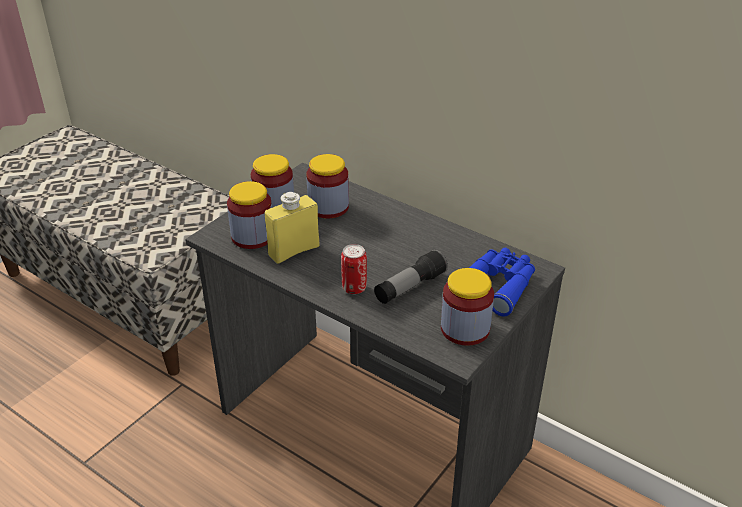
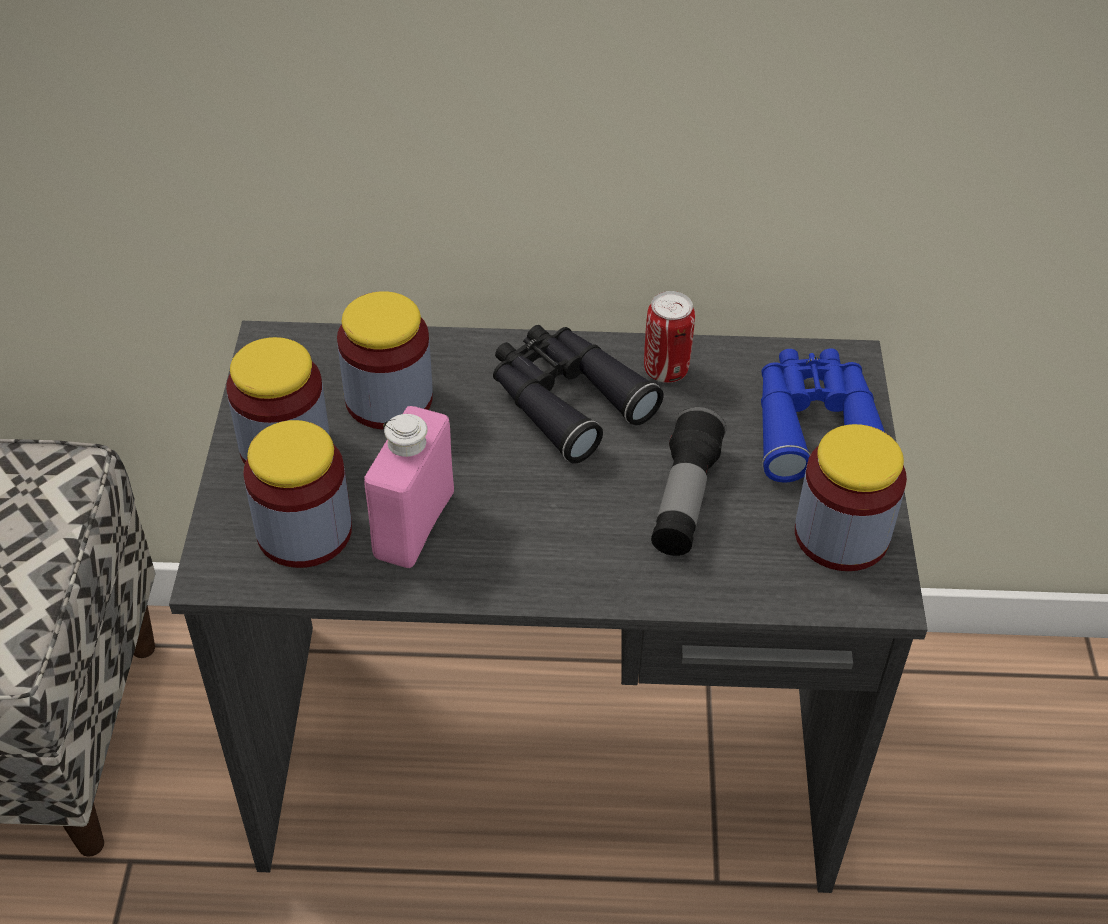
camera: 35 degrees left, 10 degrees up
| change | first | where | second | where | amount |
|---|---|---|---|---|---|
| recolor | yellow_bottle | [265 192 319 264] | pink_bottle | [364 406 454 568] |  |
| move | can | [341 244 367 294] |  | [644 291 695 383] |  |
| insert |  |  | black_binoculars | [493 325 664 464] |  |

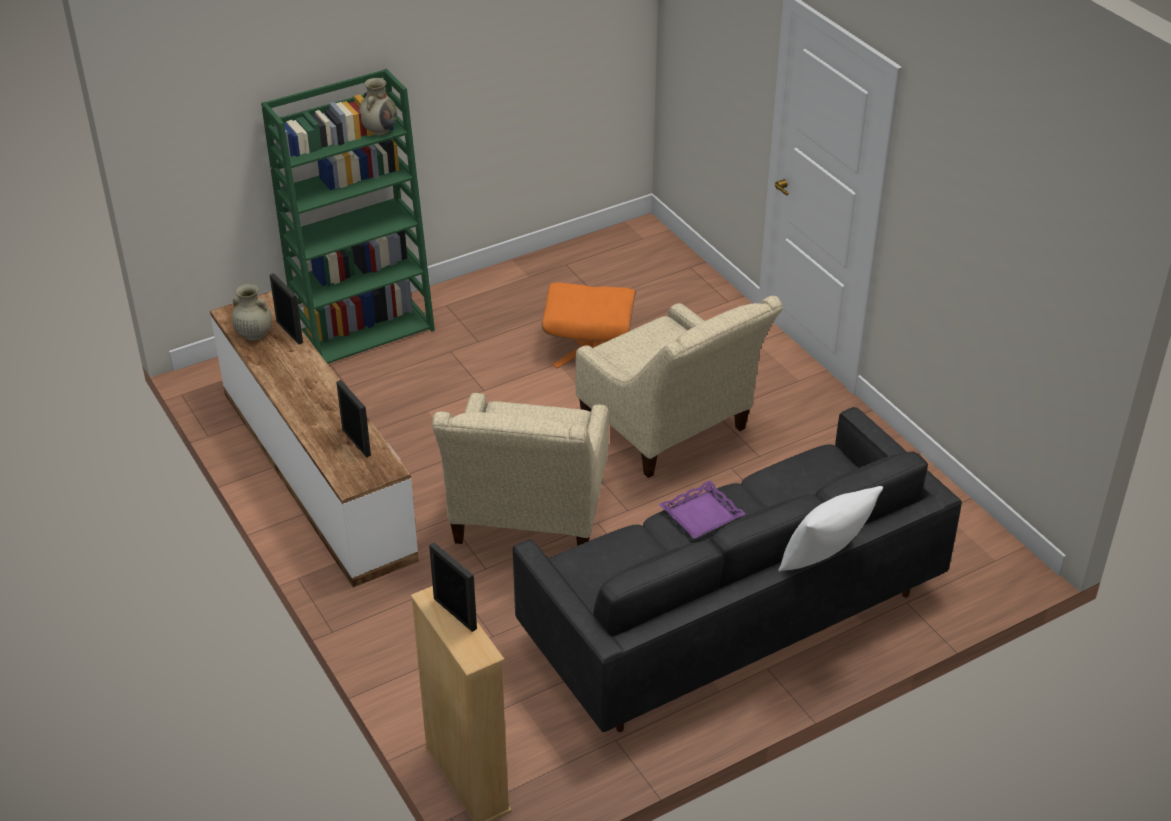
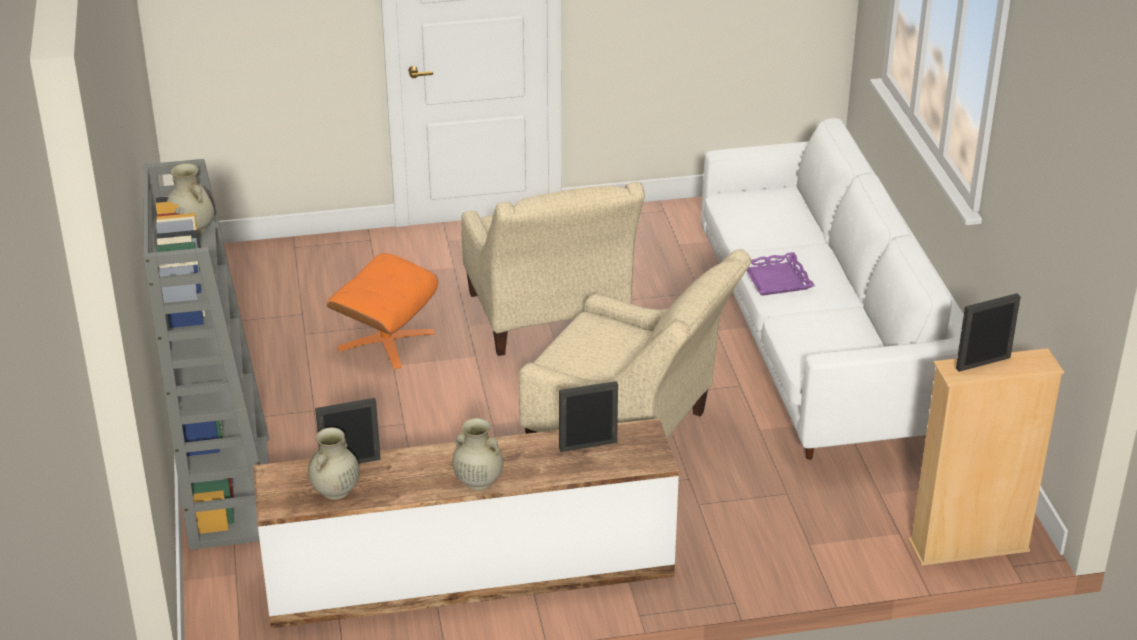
camera: 70 degrees left, 5 degrees down
| change | first | where | second | where | amount |
|---|---|---|---|---|---|
| recolor | green_bookcase | [261 69 435 364] | grey_bookcase | [143 159 269 550] |  |
| rotate | beige_armchair | [576 296 783 478] |  | [461 182 645 356] | 90 degrees clockwise |
| recolor | black_sofa | [513 407 962 732] | white_sofa | [701 118 964 459] |  |
| delete | white_pillow | [778 486 883 572] |  |  |  |
| insert |  |  | beige_vase | [452 418 503 491] |  |

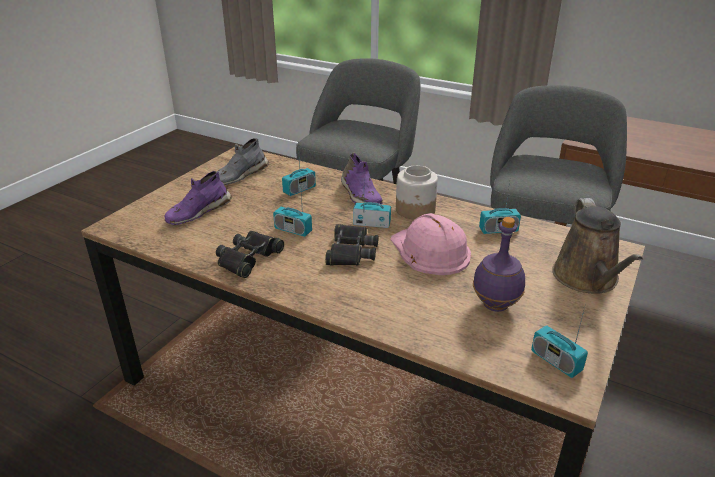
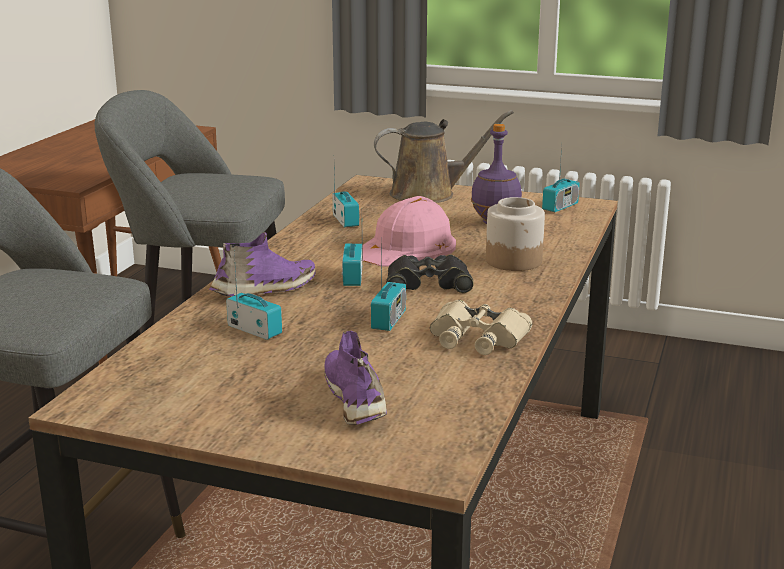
camera: 100 degrees left, 10 degrees down
| change | first | where | second | where | amount |
|---|---|---|---|---|---|
| delete | grey_shoe | [218 138 269 185] |  |  |  |
| move | jar | [396 165 438 220] |  | [486 197 545 271] |  |
| rotate | purple_shoe | [164 171 232 225] |  | [324 331 387 425] | 135 degrees counterclockwise |
| recolor | black_binoculars | [216 231 284 278] | beige_binoculars | [430 300 532 355] |  |

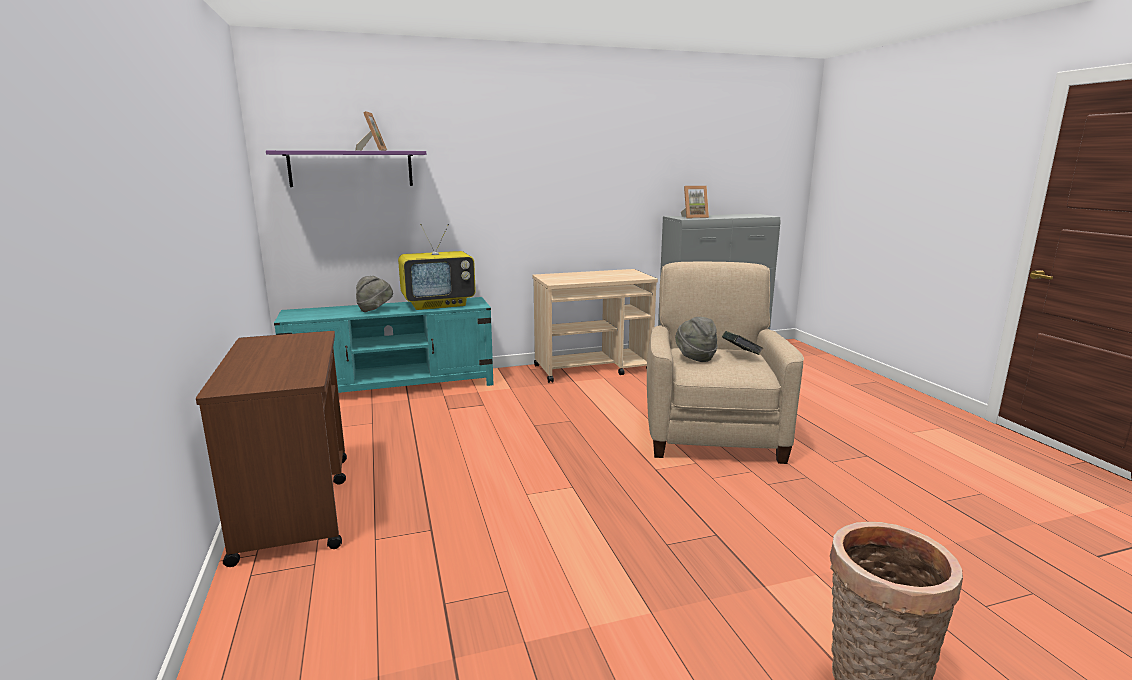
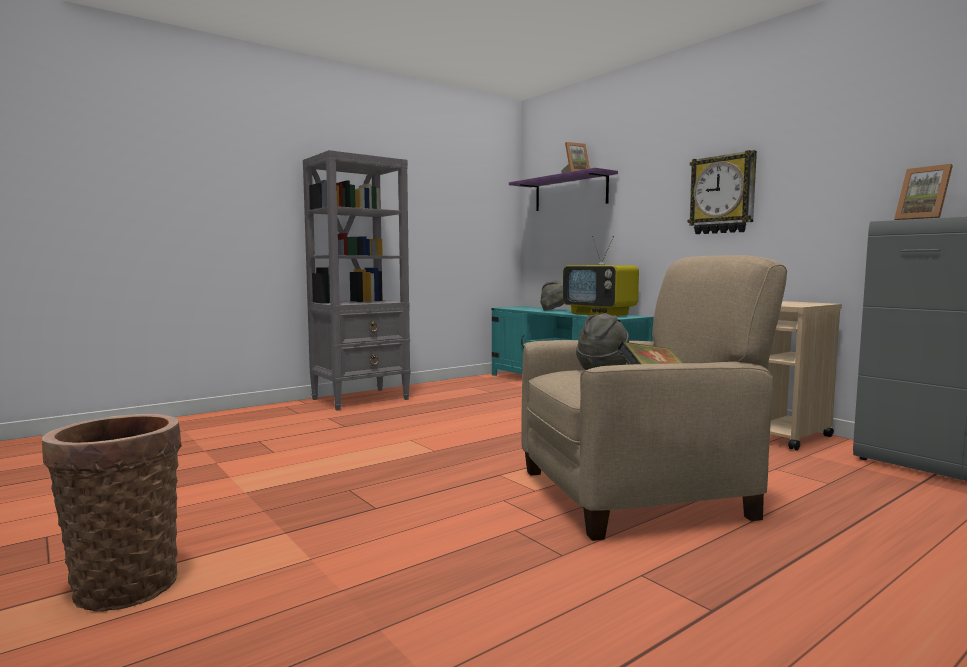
camera: 70 degrees right, 10 degrees down
| change | first | where | second | where | amount |
|---|---|---|---|---|---|
| replace | brown_cart | [196 331 347 567] | grey_bookcase | [303 150 411 411] |  |
| insert |  |  | wall_clock | [688 150 757 234] |  |

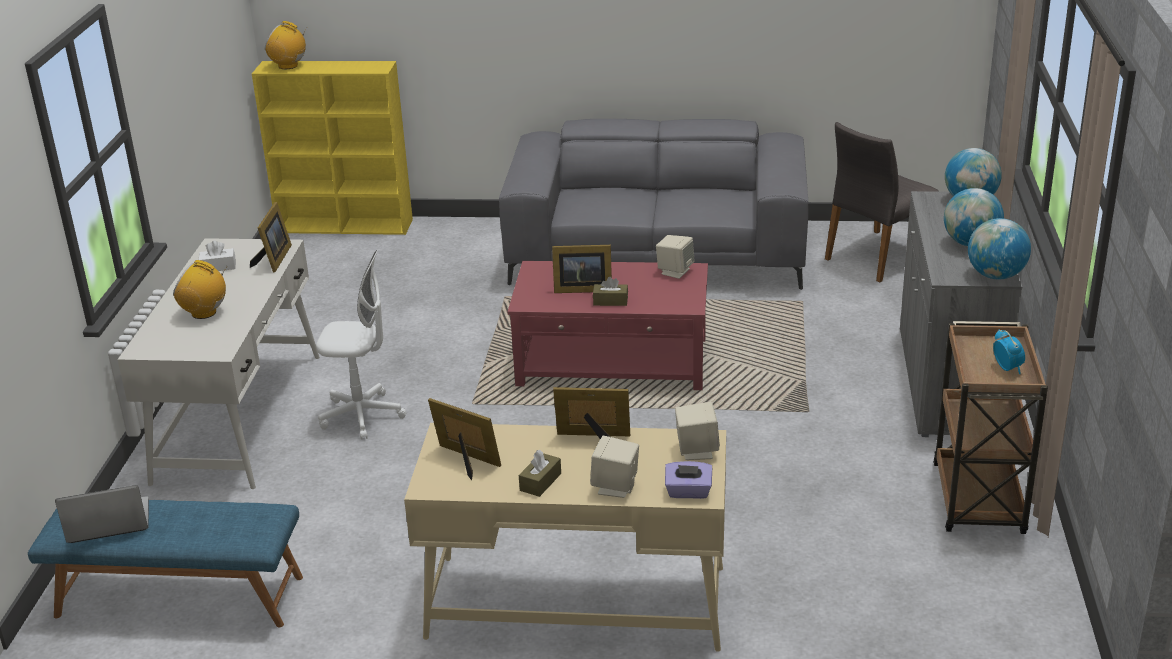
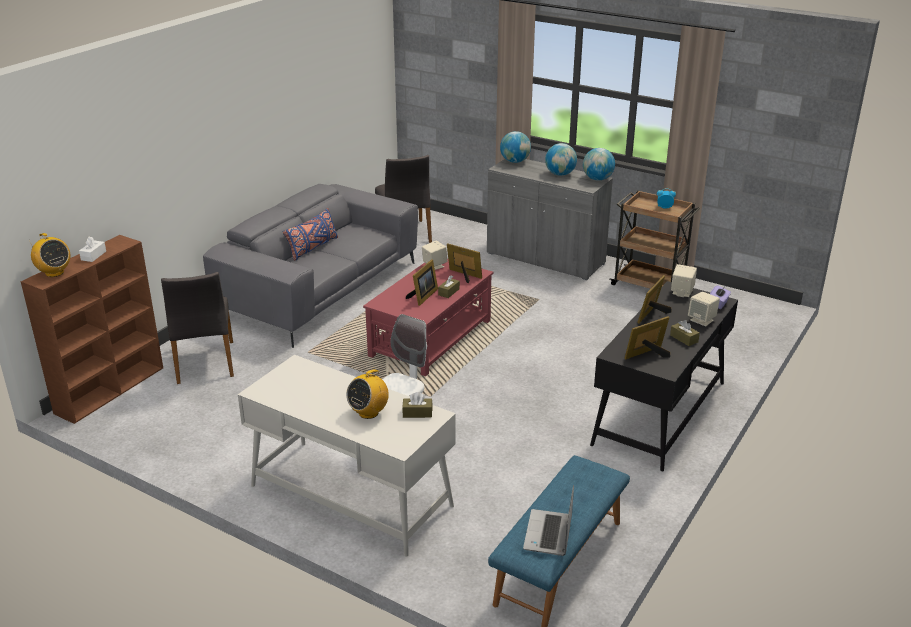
camera: 65 degrees left, 0 degrees up
| change | first | where | second | where | amount |
|---|---|---|---|---|---|
| rotate | radio | [265 21 307 69] |  | [29 233 70 277] | 90 degrees counterclockwise |
| recolor | yellow_bookcase | [252 61 413 235] | brown_bookcase | [21 235 163 424] |  |
| move | picture_frame | [250 202 292 273] |  | [447 243 482 284] |  |
| move | white_tissue_box | [199 240 236 271] |  | [79 236 106 262] |  |
| recolor | beige_desk | [404 423 726 652] | black_desk | [590 281 738 471] |  |
| insert |  |  | blue_pillow | [283 208 338 261] |  |
| insert |  |  | grey_chair | [161 272 234 384] |  |
| insert |  |  | brown_tissue_box | [402 392 433 418] |  |

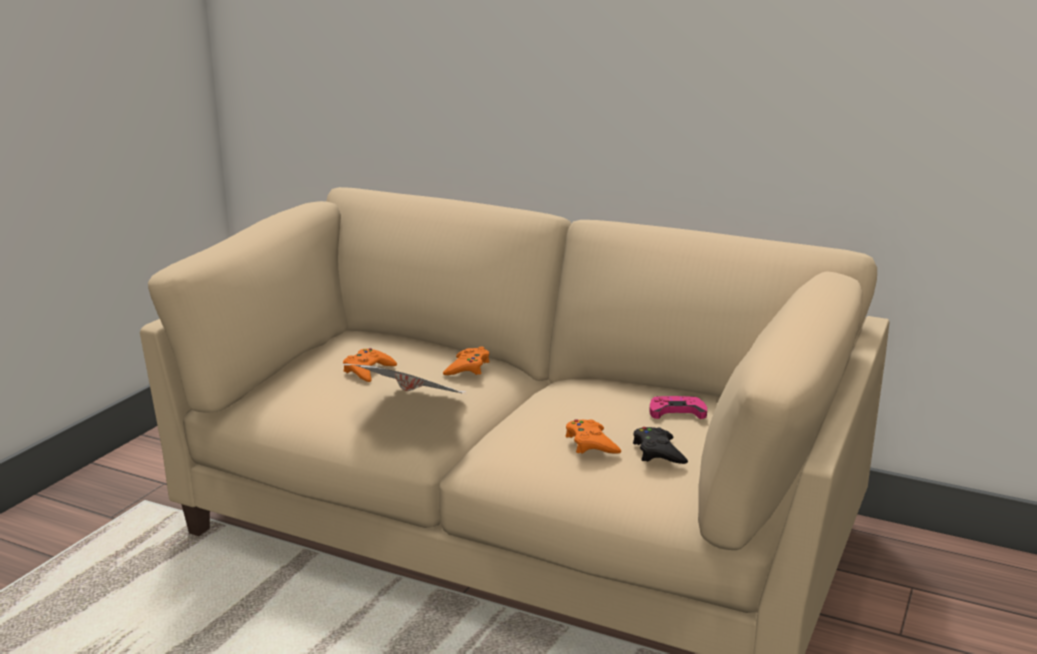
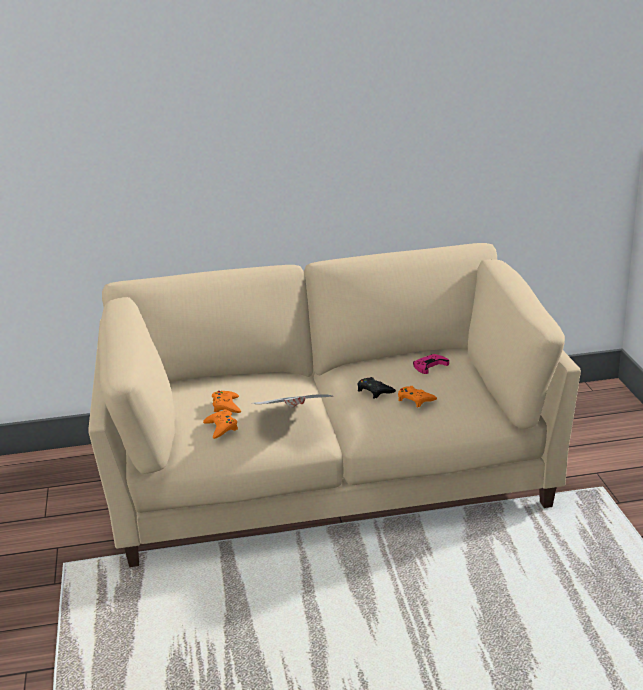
camera: 35 degrees left, 5 degrees up
| change | first | where | second | where | amount |
|---|---|---|---|---|---|
| move | orange_game_controller | [443 347 490 375] |  | [203 409 238 439] |  |
| move | black_game_controller | [633 427 688 464] |  | [358 377 396 399] |  |

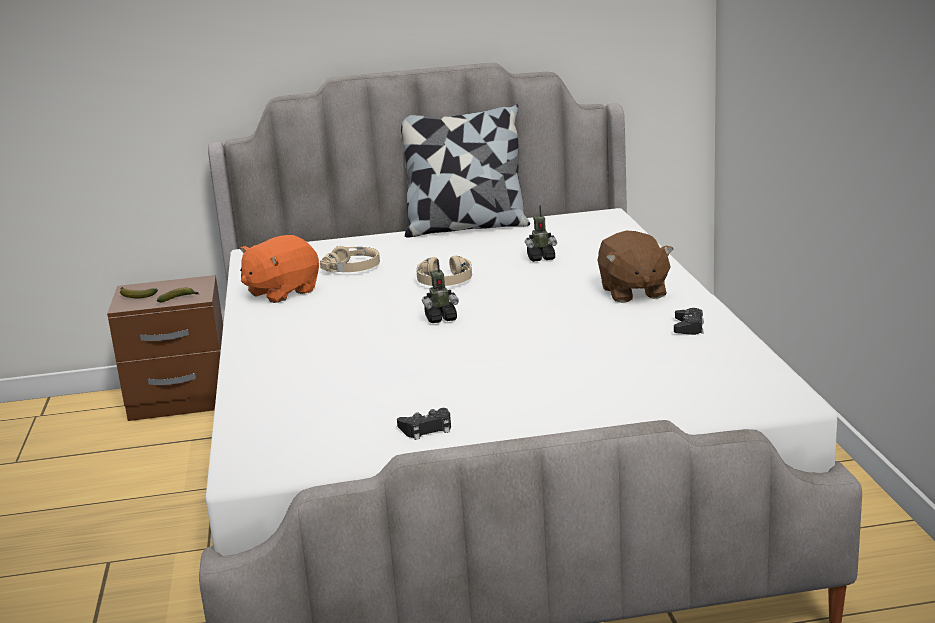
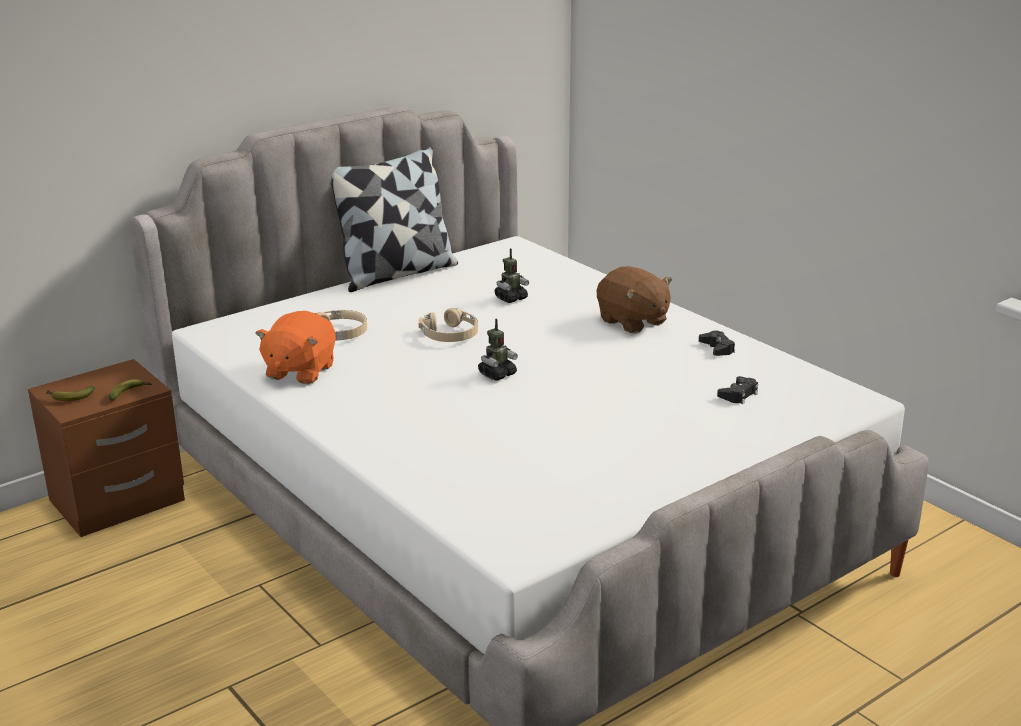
camera: 30 degrees left, 5 degrees up
| change | first | where | second | where | amount |
|---|---|---|---|---|---|
| move | black_game_controller | [397 408 451 440] |  | [717 376 758 404] |  |

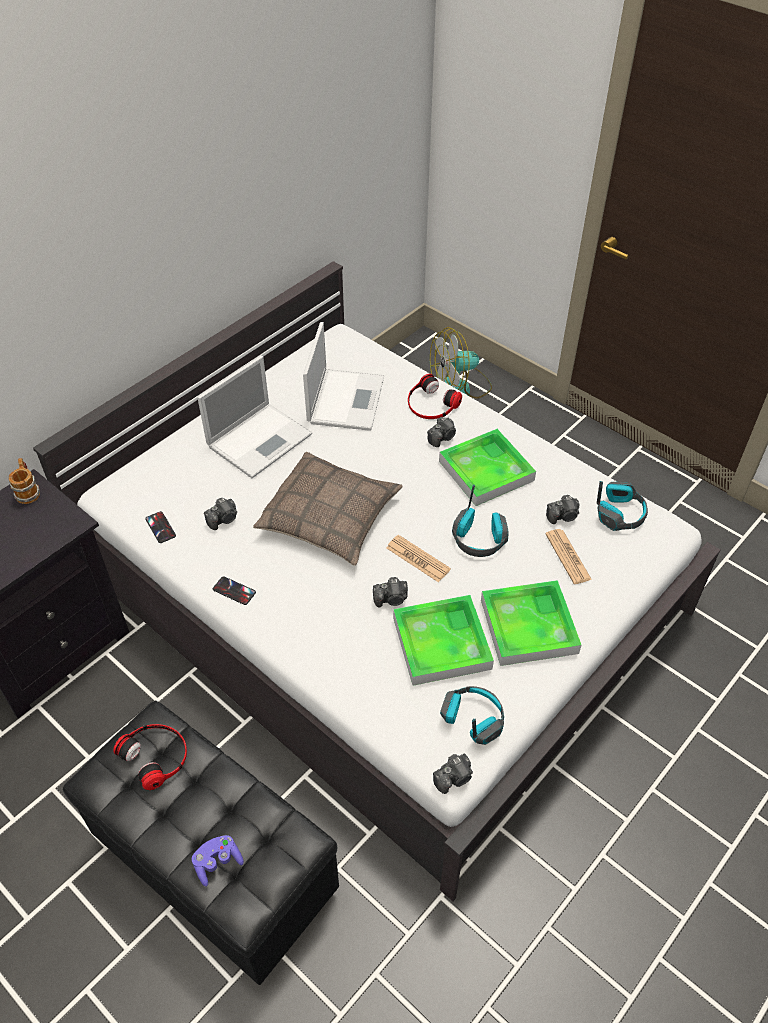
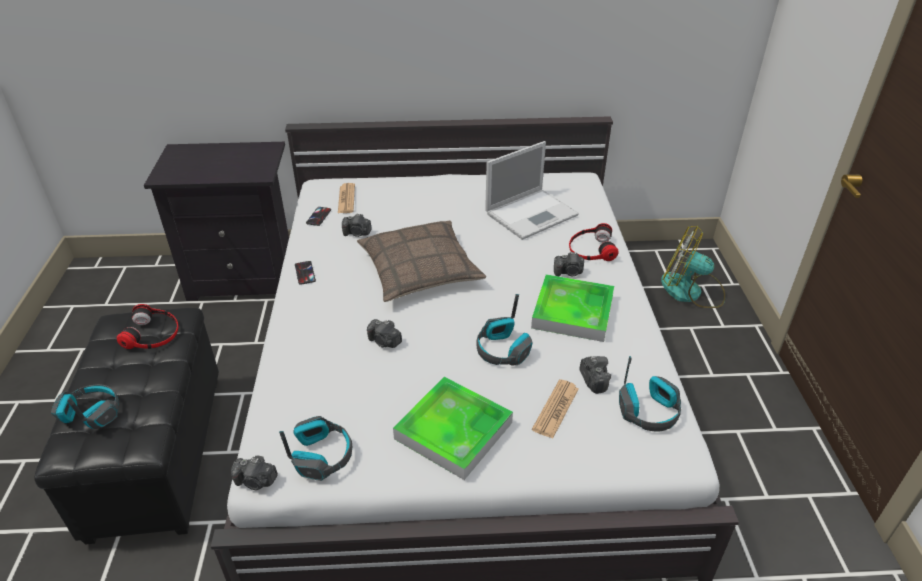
camera: 45 degrees right, 10 degrees down
| change | first | where | second | where | amount |
|---|---|---|---|---|---|
| delete | laptop | [197 356 312 478] |  |  |  |
| delete | mug | [9 458 40 504] |  |  |  |
| rotate | photo_camera | [546 495 580 524] |  | [579 356 611 394] | 135 degrees counterclockwise |
| move | newspaper | [386 535 451 582] |  | [338 183 355 213] |  |
| delete | tray | [393 595 494 686] |  |  |  |
| replace | purple_game_controller | [192 835 244 887] | headphones | [51 384 119 429] |  |

